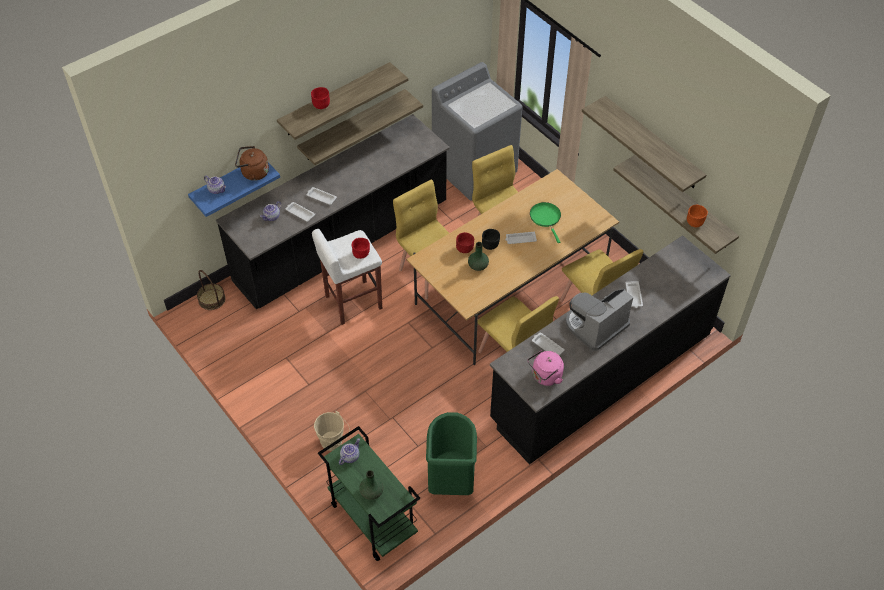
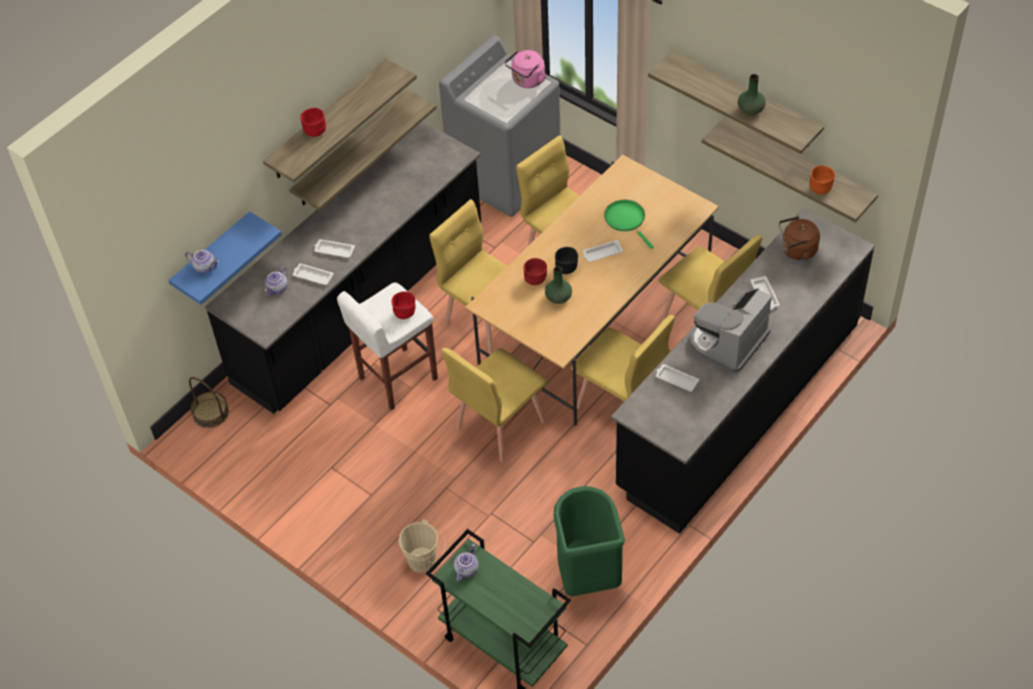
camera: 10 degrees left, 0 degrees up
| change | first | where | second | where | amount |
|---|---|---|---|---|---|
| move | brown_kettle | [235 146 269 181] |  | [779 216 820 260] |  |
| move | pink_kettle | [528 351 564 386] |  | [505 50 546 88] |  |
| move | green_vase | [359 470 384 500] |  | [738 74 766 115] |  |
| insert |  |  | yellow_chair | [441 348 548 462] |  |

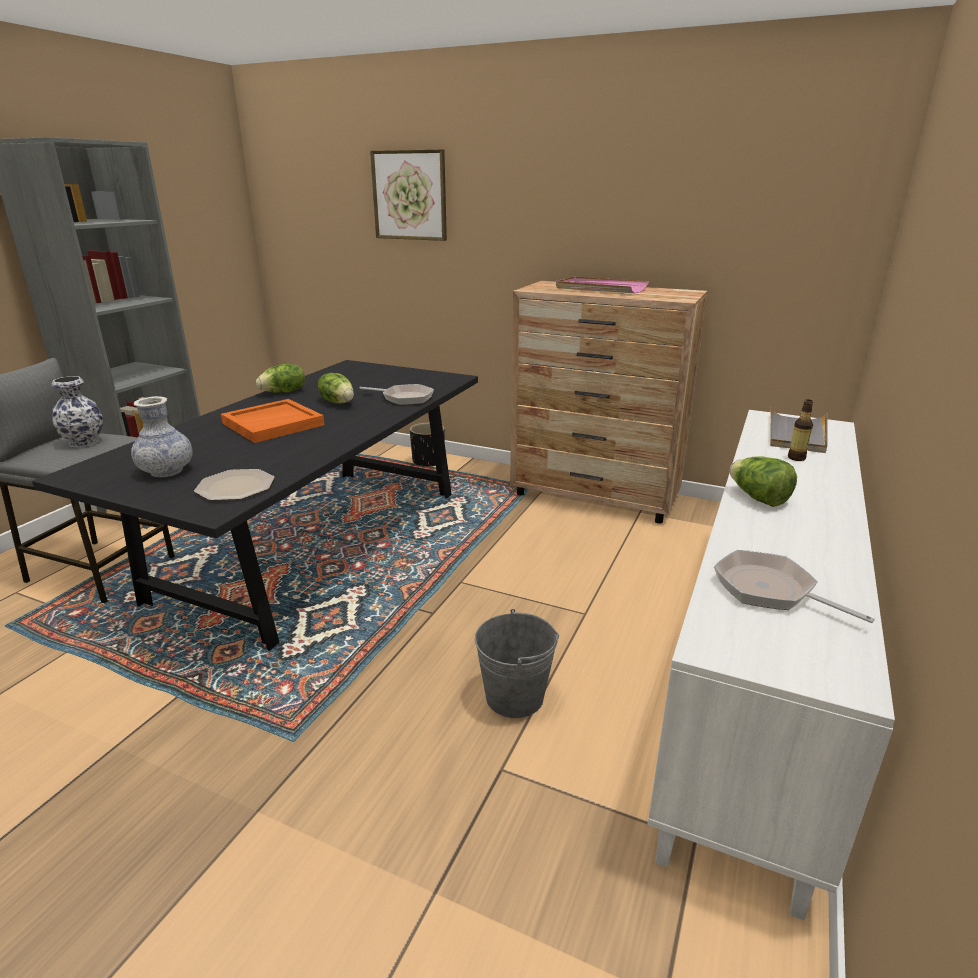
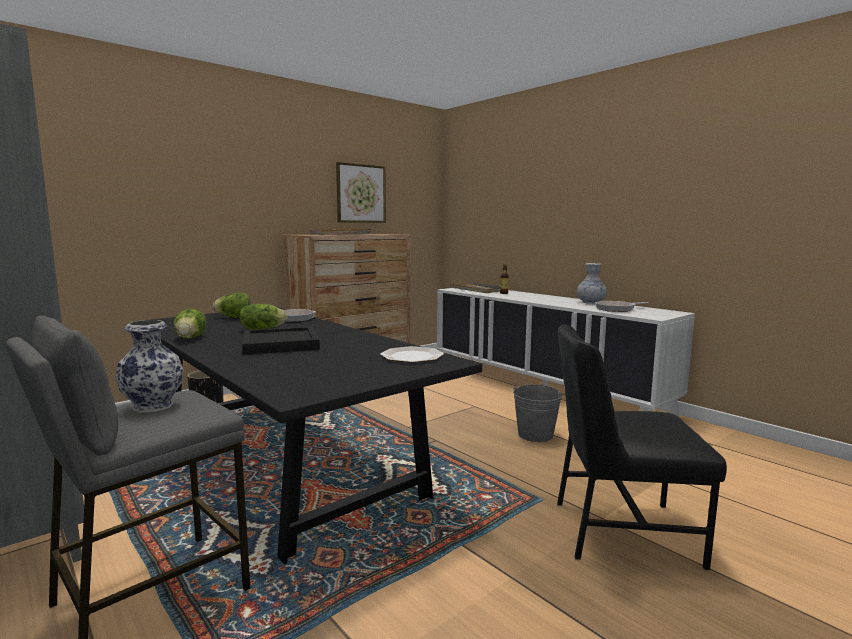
camera: 65 degrees left, 15 degrees down
| change | first | where | second | where | amount |
|---|---|---|---|---|---|
| move | picture | [370 149 447 241] |  | [336 162 386 223] |  |
| move | vase | [131 396 193 477] |  | [577 263 607 304] |  |
| recolor | orange_tray | [221 399 325 443] | black_tray | [242 326 320 355] |  |
| move | lettuce | [730 456 797 507] |  | [213 293 251 318] |  |
| insert |  |  | black_chair | [557 325 727 570] |  |

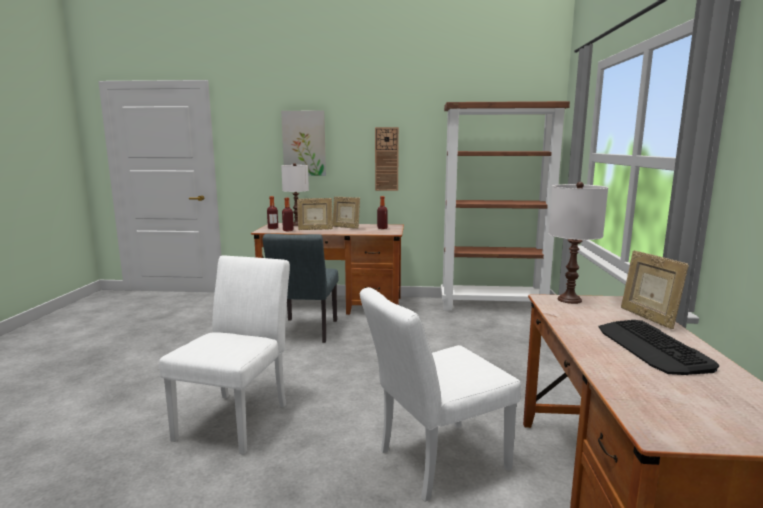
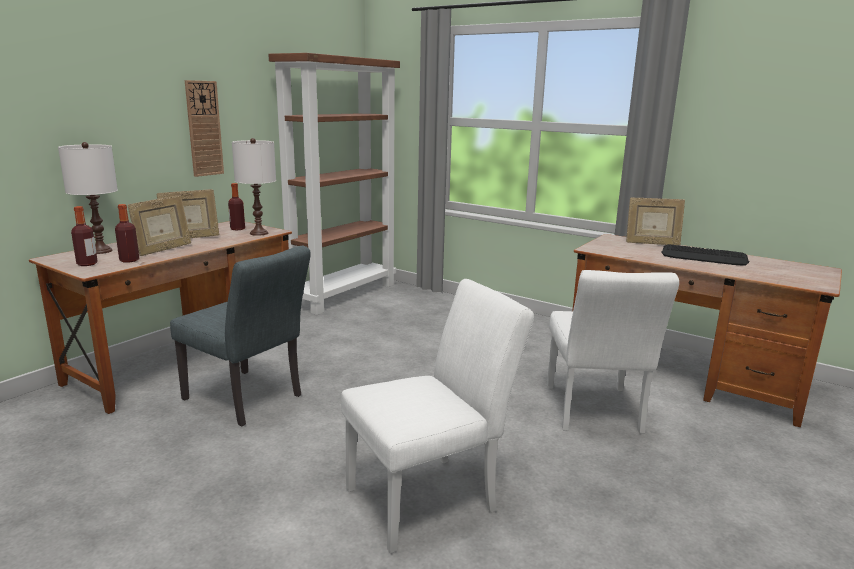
camera: 60 degrees left, 5 degrees up
| change | first | where | second | where | amount |
|---|---|---|---|---|---|
| delete | picture | [281 111 326 176] |  |  |  |
| move | white_table_lamp | [549 182 608 304] |  | [232 138 276 236] |  |
| rotate | white_chair | [159 255 290 455] |  | [341 279 534 554] | 105 degrees clockwise |

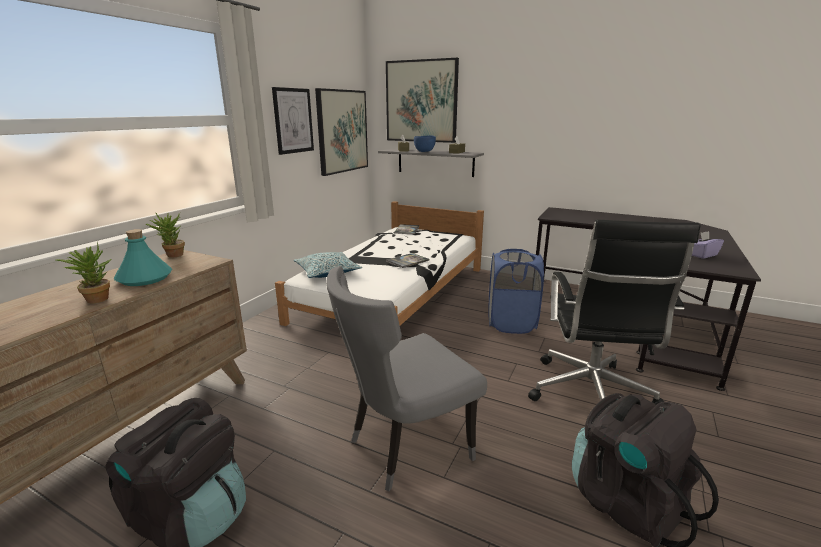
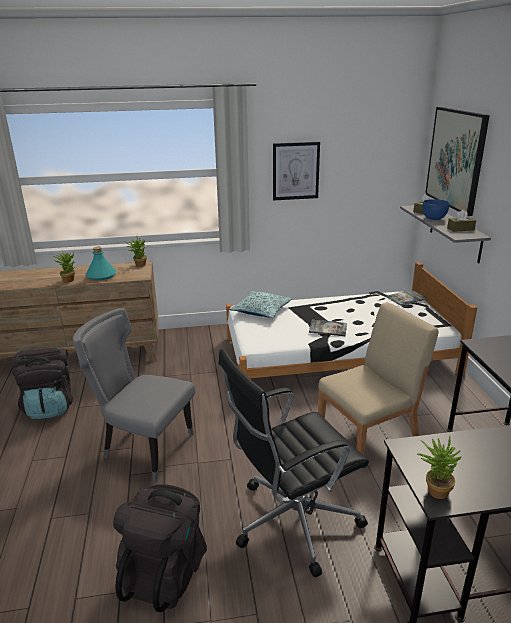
camera: 55 degrees right, 5 degrees up
| change | first | where | second | where | amount |
|---|---|---|---|---|---|
| delete | picture | [315 88 368 176] |  |  |  |
| delete | purple_tissue_box | [692 231 724 259] |  |  |  |
| replace | blue_laundry_basket | [488 249 544 334] | beige_chair | [318 302 438 455] |  |
| insert |  |  | potted_plant | [417 436 462 499] |  |

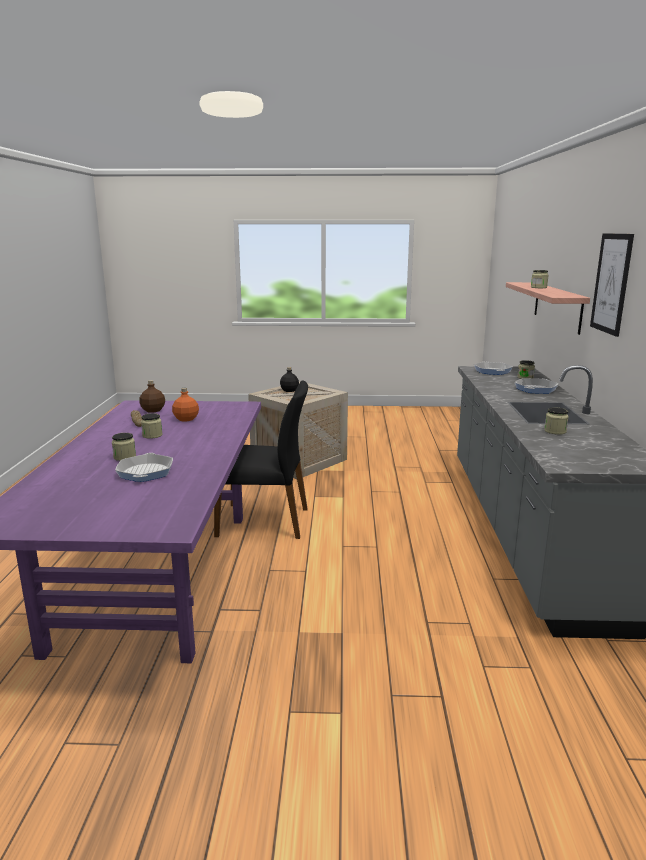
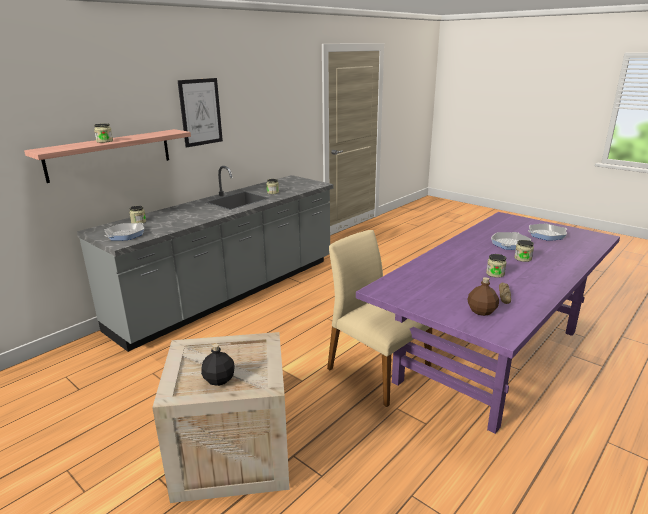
camera: 140 degrees left, 5 degrees up
| change | first | where | second | where | amount |
|---|---|---|---|---|---|
| move | frying_pan | [514 378 558 394] |  | [528 224 567 241] |  |
| recolor | black_chair | [214 381 308 539] | beige_chair | [327 230 432 407] |  |
| delete | orange_bottle | [172 388 199 422] |  |  |  |

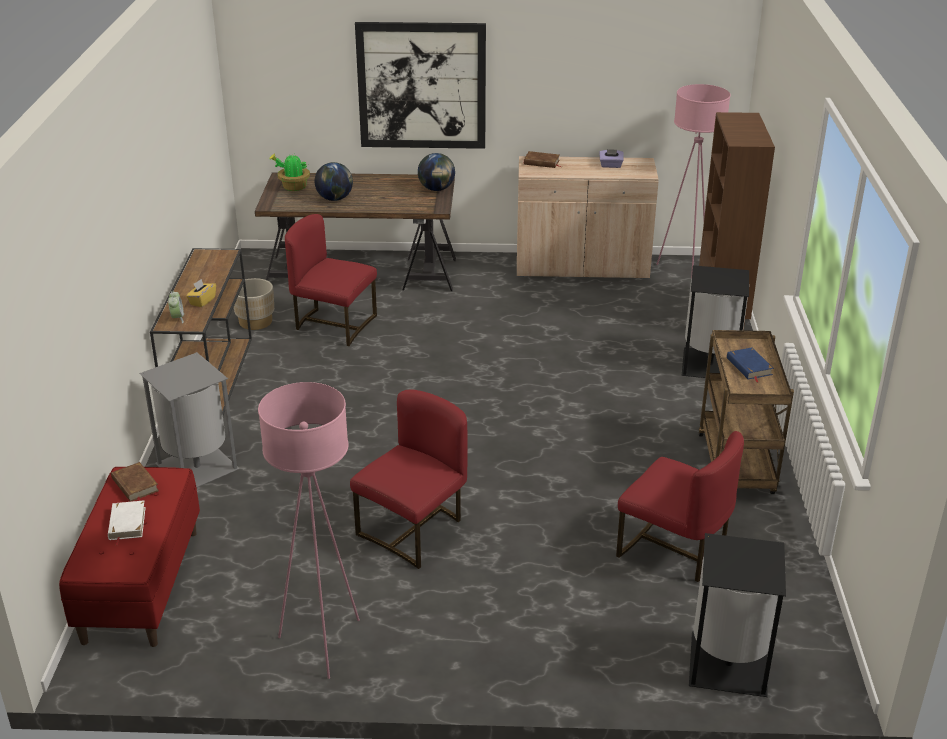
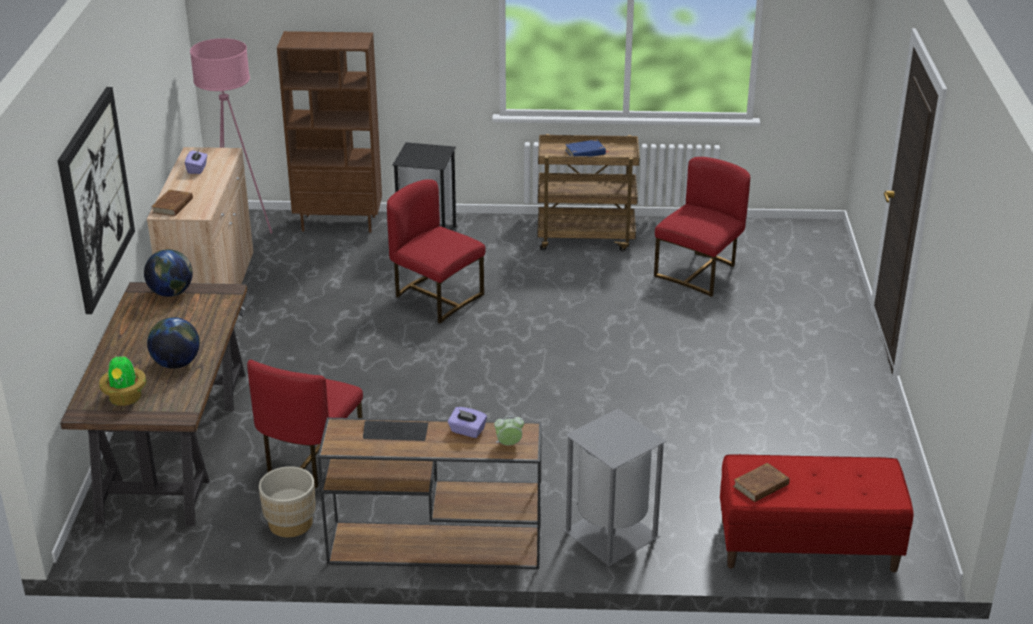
camera: 90 degrees left, 0 degrees up
| change | first | where | second | where | amount |
|---|---|---|---|---|---|
| recolor | yellow_tissue_box | [186 279 216 307] | purple_tissue_box | [448 407 487 438] |  |
| delete | pink_floor_lamp | [258 382 360 679] |  |  |  |
| move | red_chair | [350 390 468 569] |  | [387 179 486 323] |  |
| delete | white_book | [108 500 146 545] |  |  |  |
| delete | black_trash_can | [689 533 786 697] |  |  |  |
| insert |  |  | keyboard | [363 421 428 441] |  |

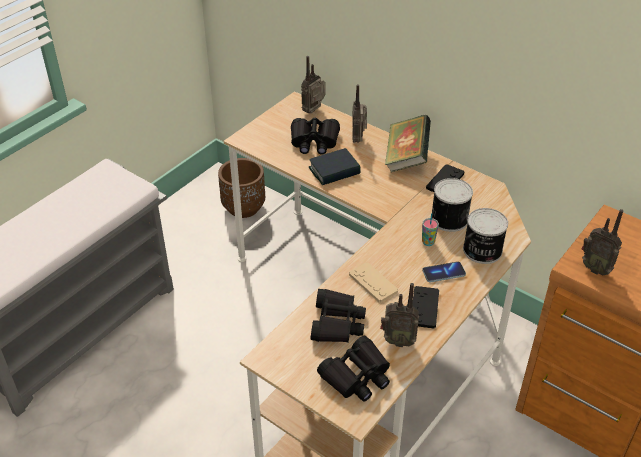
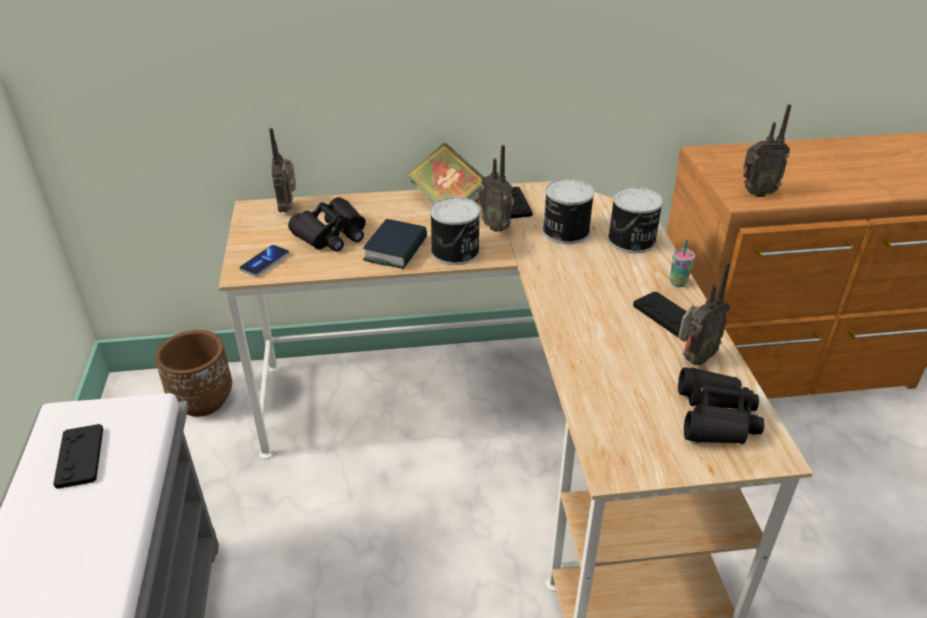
camera: 45 degrees left, 5 degrees down
| change | first | where | second | where | amount |
|---|---|---|---|---|---|
| move | radio | [352 84 367 143] |  | [479 145 514 232] |  |
| move | cup | [422 213 439 246] |  | [670 239 695 287] |  |
| move | phone | [422 262 466 282] |  | [240 245 289 276] |  |
| delete | beige_game_controller | [349 263 398 303] |  |  |  |
| delete | black_binoculars | [310 289 366 343] |  |  |  |
| insert |  |  | can | [430 197 480 265] |  |
| insert |  |  | black_game_controller | [53 424 103 489] |  |

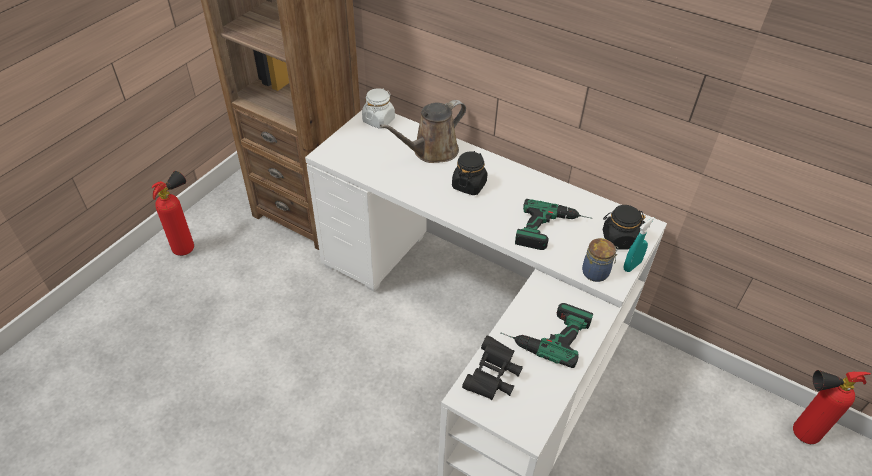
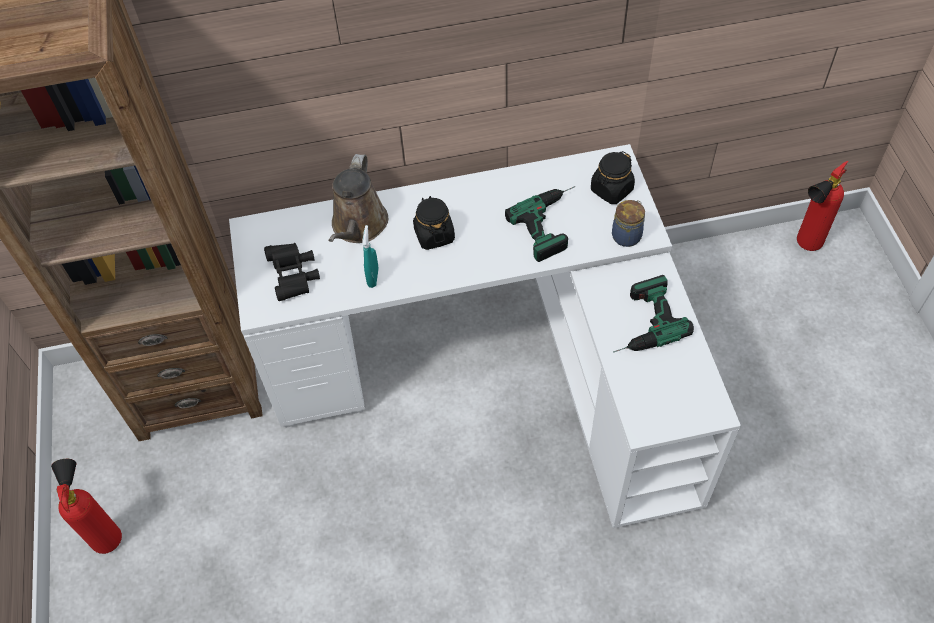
camera: 40 degrees left, 10 degrees up
| change | first | where | second | where | amount |
|---|---|---|---|---|---|
| delete | white_jar | [362 88 395 129] |  |  |  |
| move | turquoise_spray_bottle | [623 217 655 272] |  | [362 225 379 288] |  |
| move | black_binoculars | [462 336 523 400] |  | [264 243 320 301] |  |

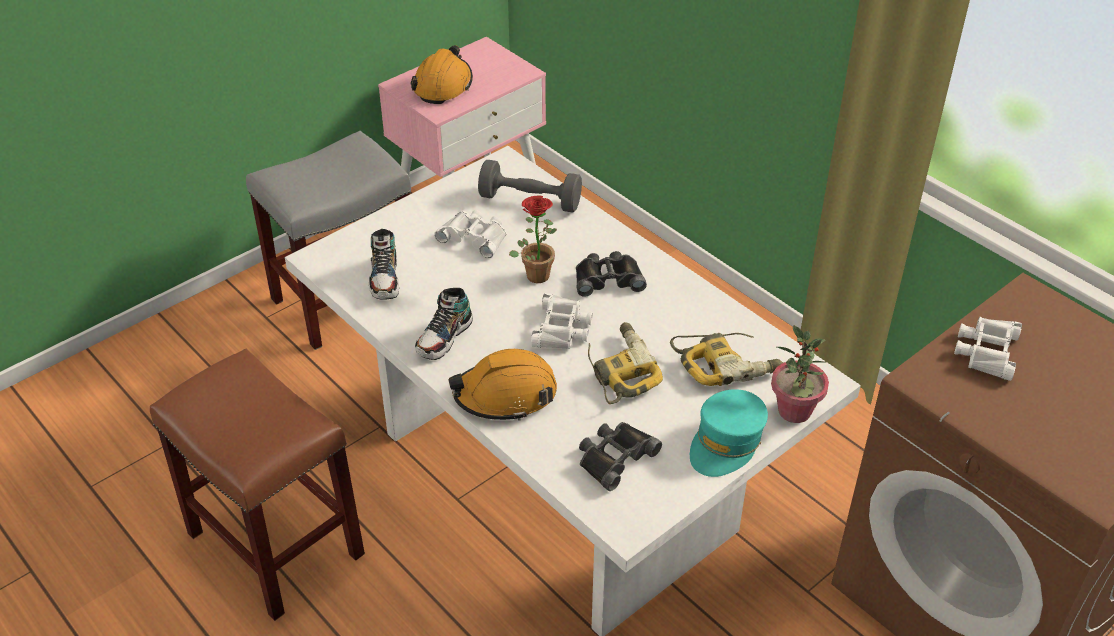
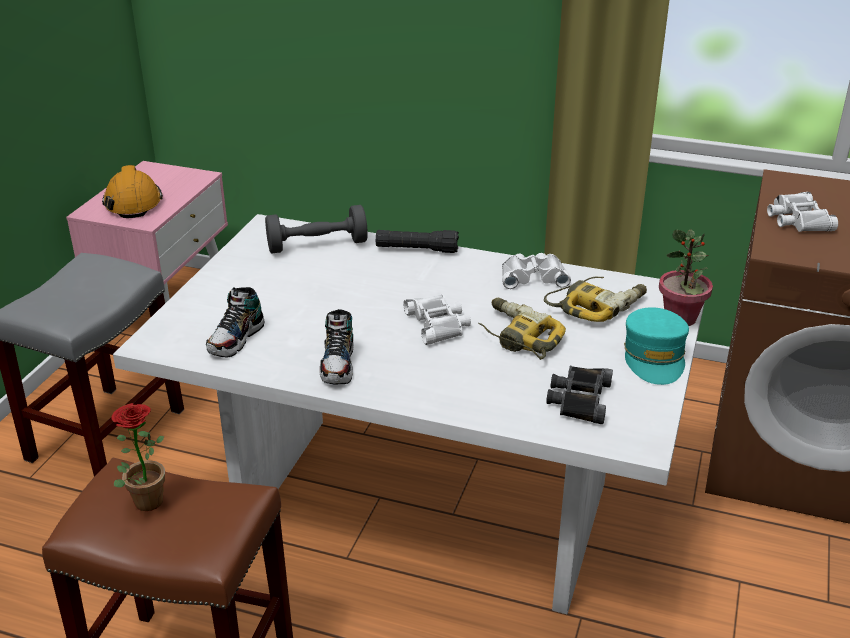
camera: 30 degrees left, 10 degrees down
| change | first | where | second | where | amount |
|---|---|---|---|---|---|
| move | potted_plant | [509 195 557 283] |  | [111 403 165 511] |  |
| move | white_binoculars | [434 210 507 258] |  | [502 253 571 289] |  |
| rotate | shoe | [369 229 399 300] |  | [206 287 265 357] | 60 degrees clockwise |
| delete | black_binoculars | [576 251 647 297] |  |  |  |
| delete | orange_hard_hat | [448 349 557 421] |  |  |  |
| insert |  |  | black_flashlight | [376 230 459 253] |  |

